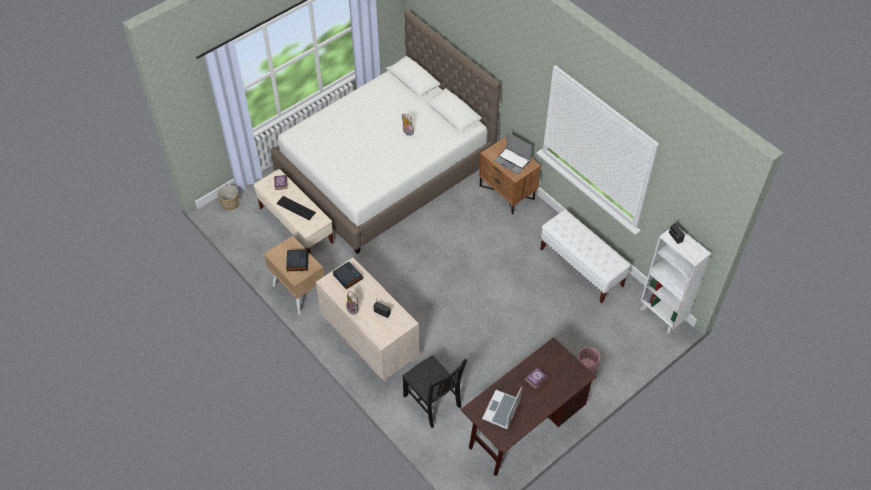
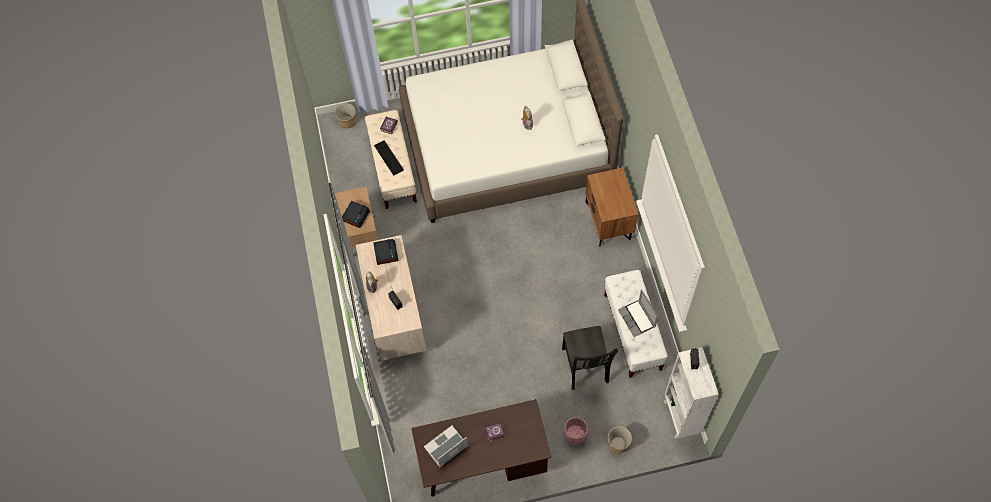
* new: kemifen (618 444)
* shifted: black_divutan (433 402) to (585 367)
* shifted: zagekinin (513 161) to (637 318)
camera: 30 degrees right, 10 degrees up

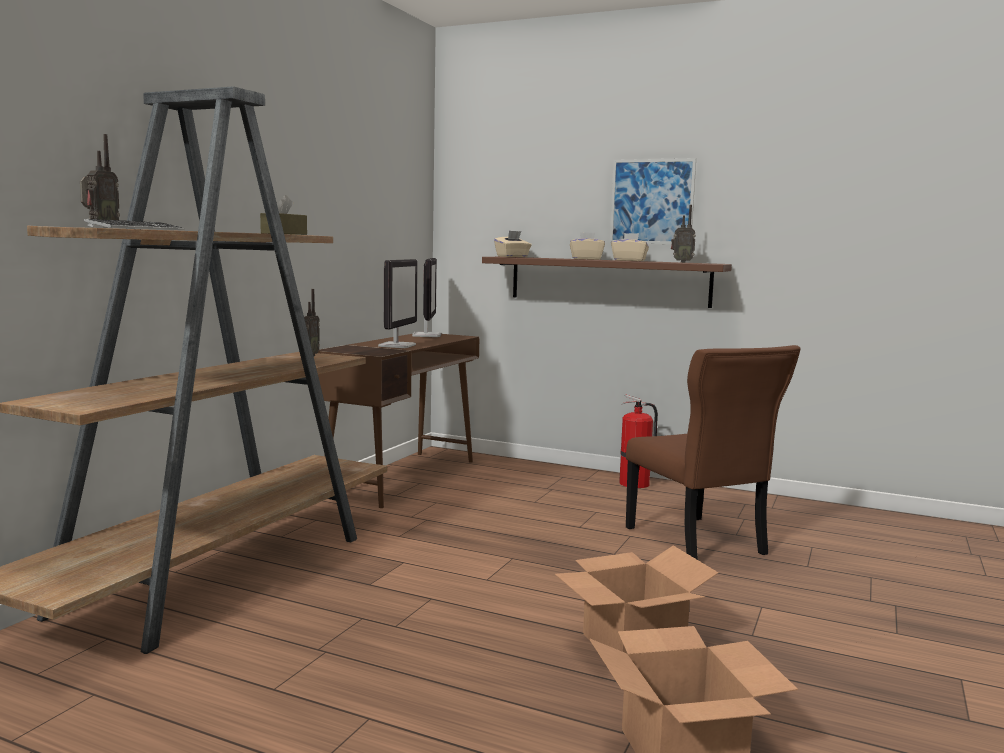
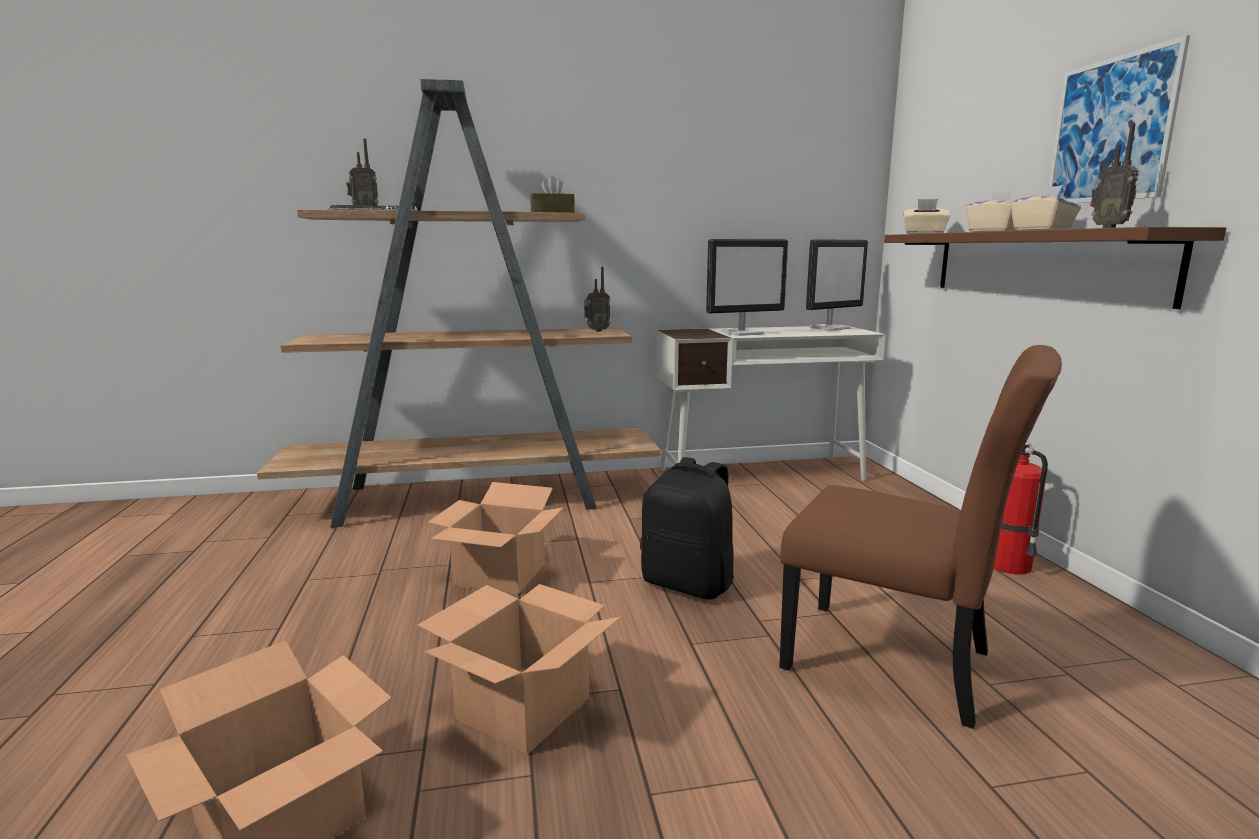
* new: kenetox (501 574)
* new: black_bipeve (689 584)
* repainted: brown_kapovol (403 477) to white_kapovol (761 474)
* rotated: brown_divutan (697 543) = (896 663) 90 degrees counterclockwise
camera: 55 degrees right, 5 degrees up

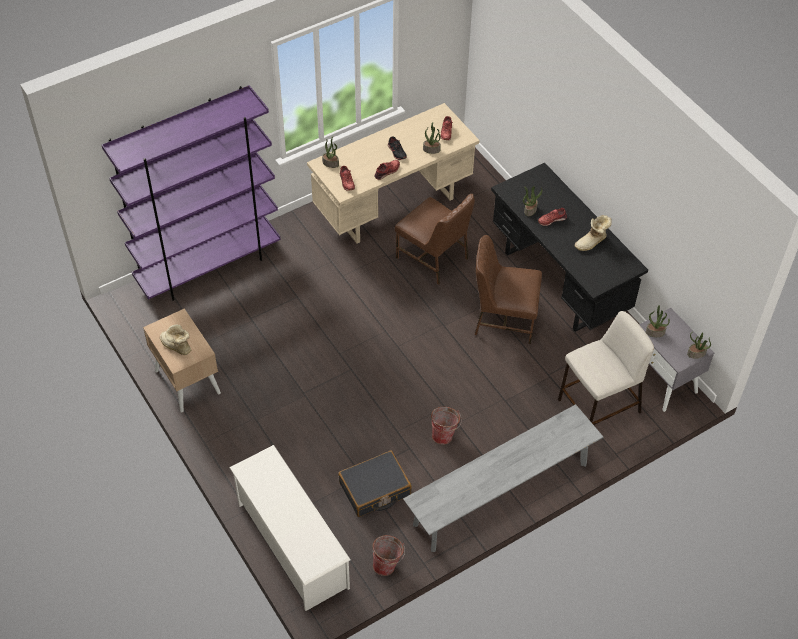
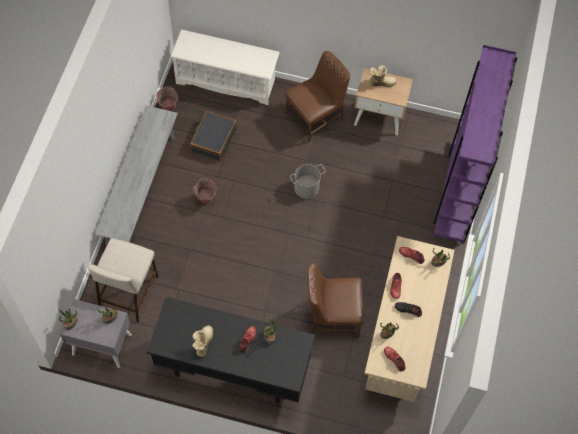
* new: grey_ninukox (306 187)
* shifted: brown_divutan (503 319) to (315 117)
camera: 135 degrees right, 10 degrees up

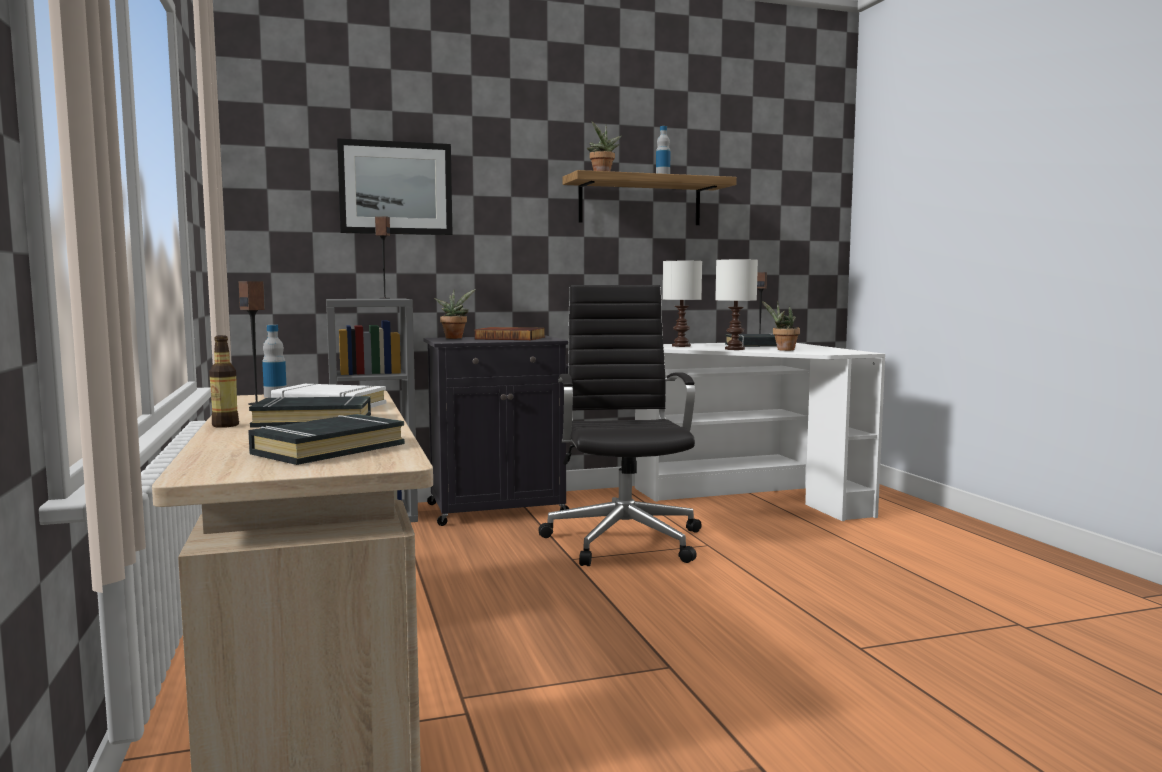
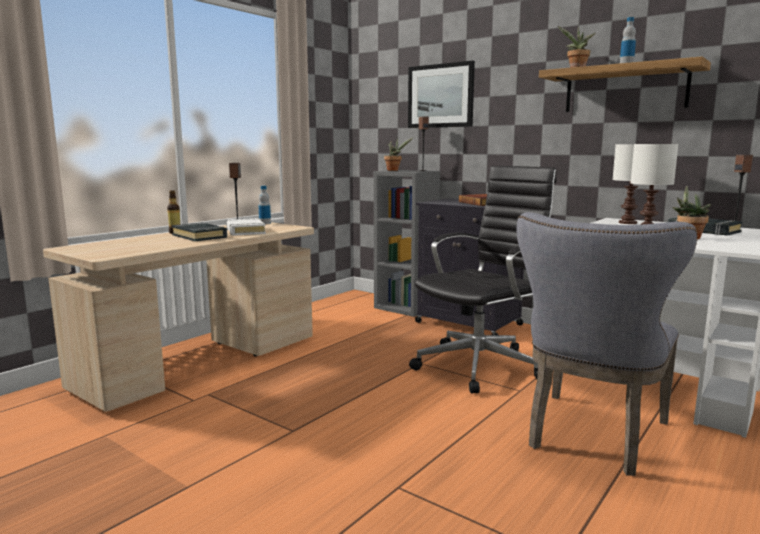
* gone: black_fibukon (328 449)
* new: grey_divutan (592 437)
* shifted: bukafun (454 338) to (394 170)
camera: 55 degrees right, 5 degrees up

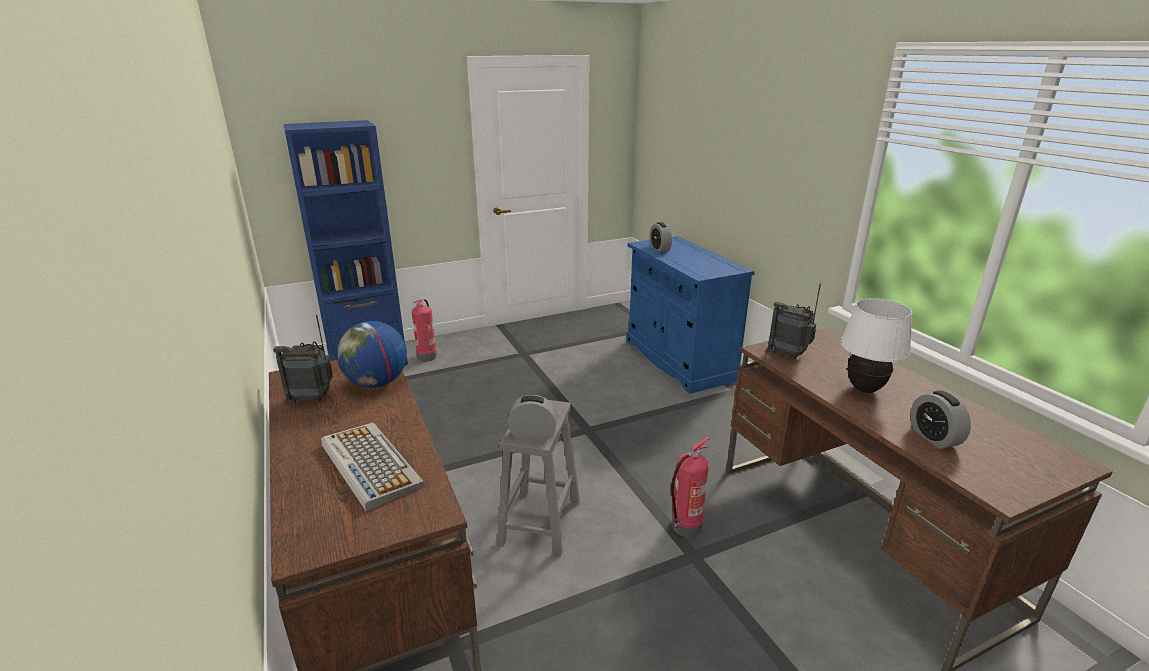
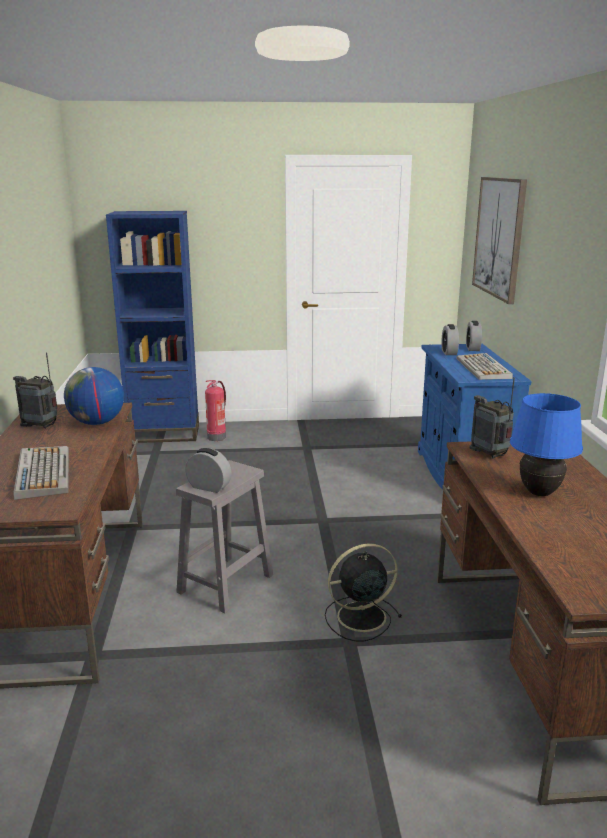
* new: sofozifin (484 368)
* new: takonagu (499 237)
* shifted: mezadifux (934 437) to (472 348)
* swapped: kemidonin (686 527) to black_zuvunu (359 617)
* repainted: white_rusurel (864 389) to blue_rusurel (539 493)
camera: 20 degrees right, 5 degrees down

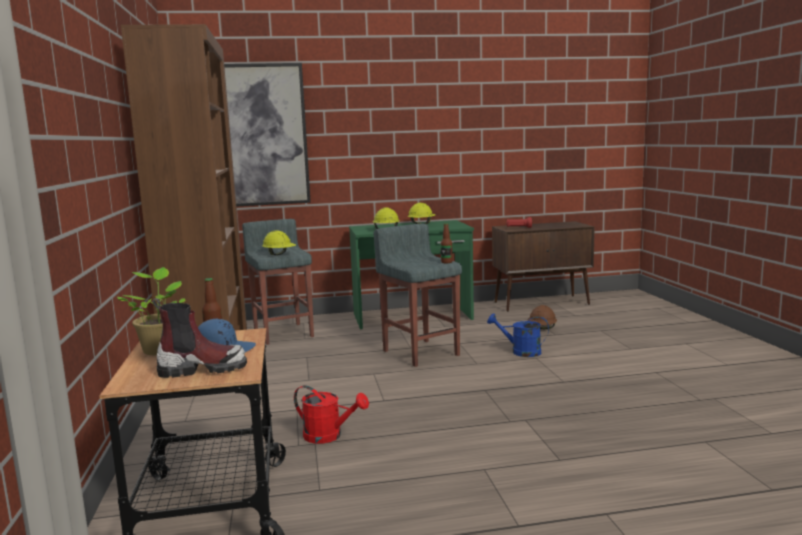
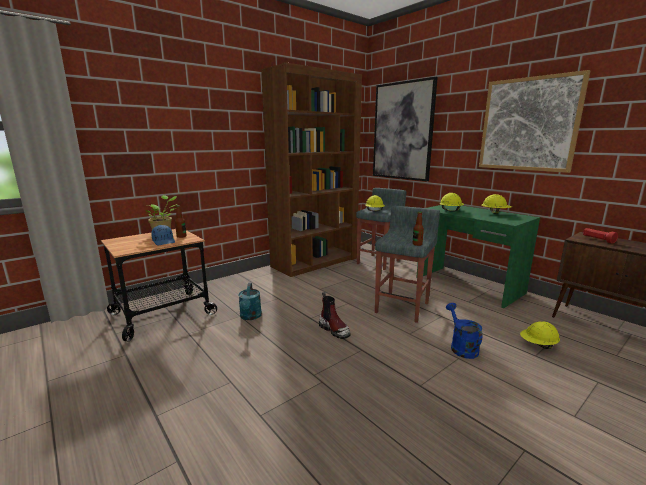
* new: takonagu (528 124)
* shifted: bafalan (202 369) to (334 330)
* repainted: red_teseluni (329 436) to turquoise_teseluni (250 317)
* repainted: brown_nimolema (542 329) to yellow_nimolema (538 345)
camera: 60 degrees right, 5 degrees up

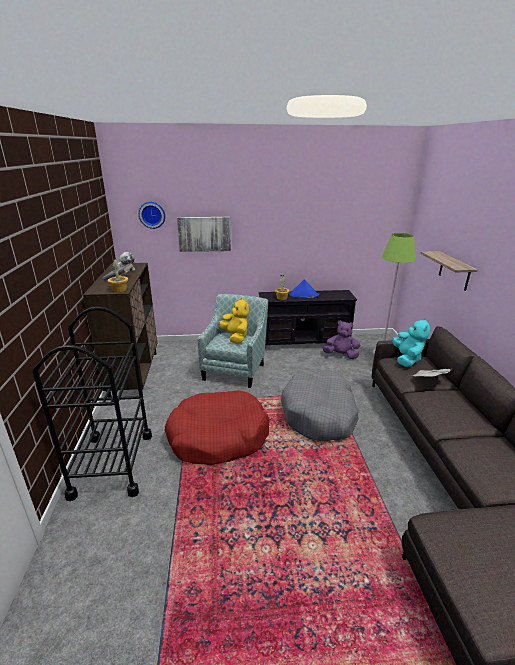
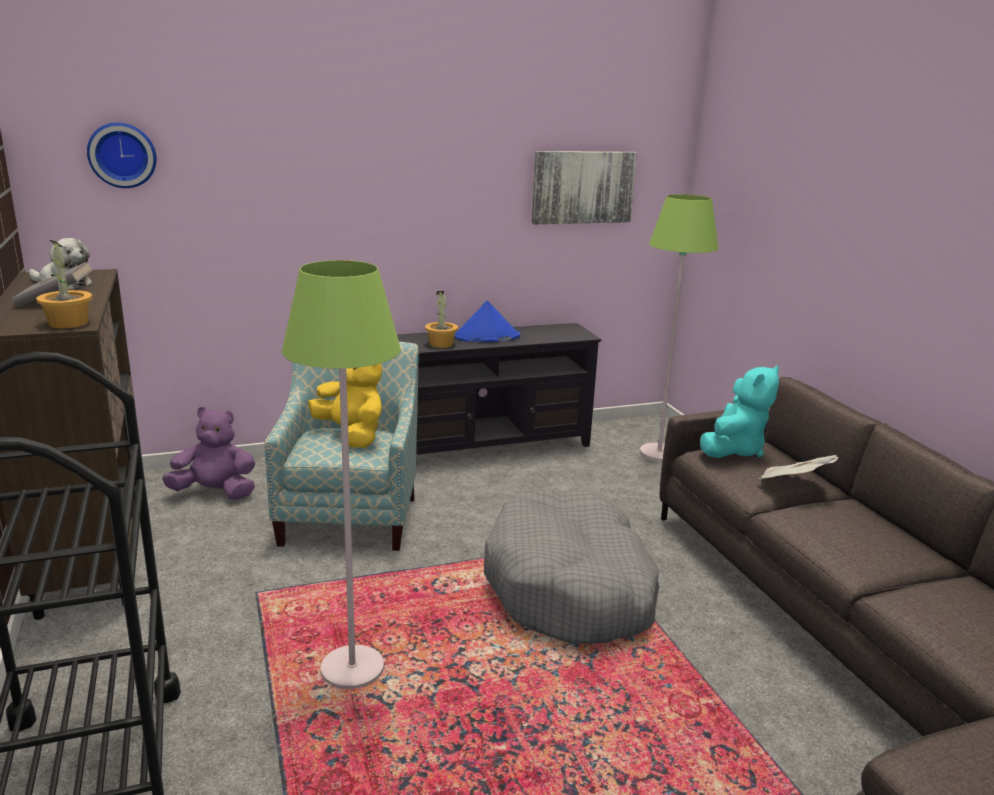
* gone: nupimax (454 271)
* shifted: takonagu (204 234) to (583 187)
* shifted: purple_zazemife (341 355) to (215 493)
* swapped: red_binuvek (218 436) to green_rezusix (352 669)
* rotated: turquoise_zazemife (406 359) = (734 449) 45 degrees clockwise
camera: 15 degrees left, 5 degrees down

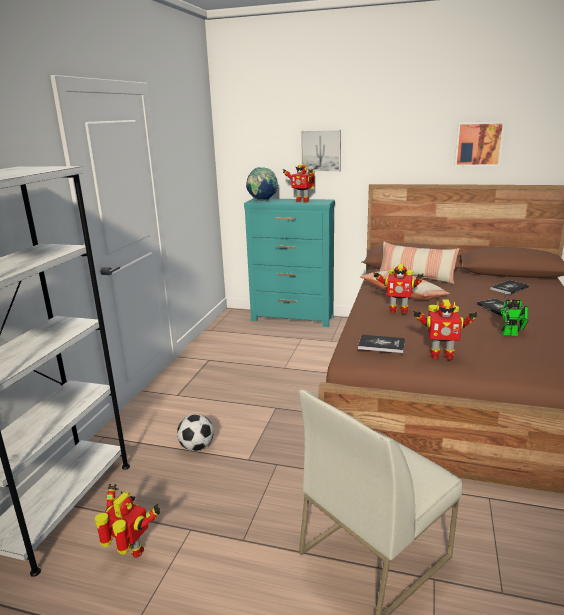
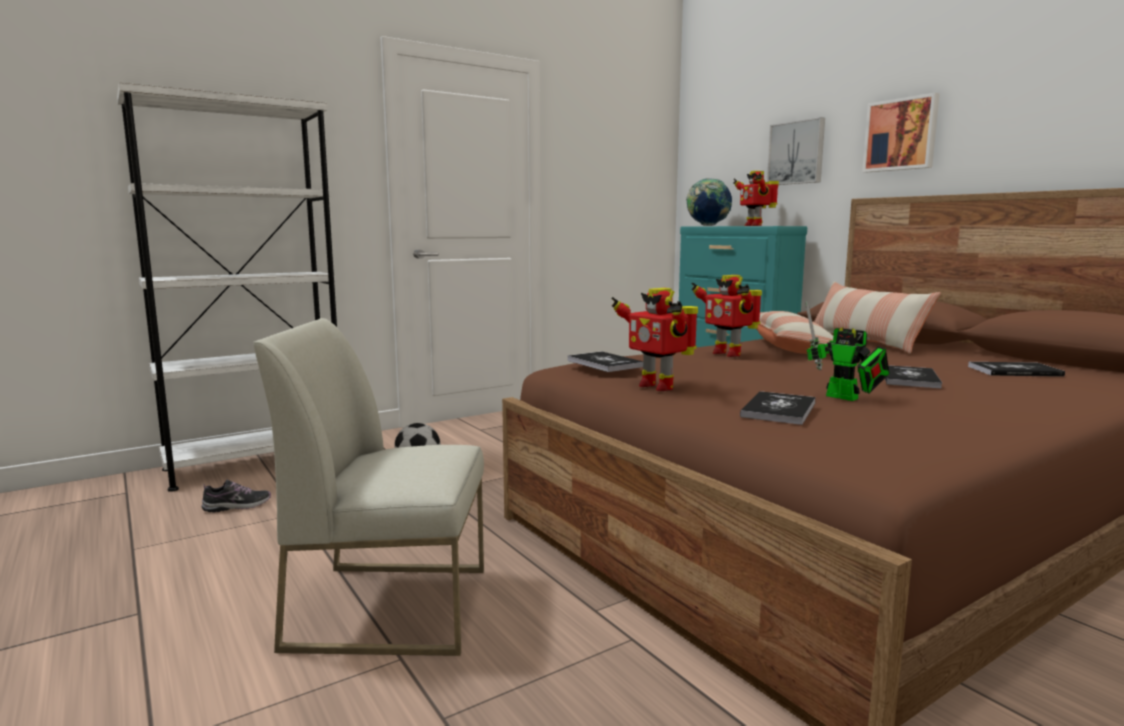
* new: fibukon (778 410)
* shifted: takonagu (478 144) to (901 134)
* swapped: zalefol (131 552) to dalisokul (237 506)
camera: 40 degrees right, 10 degrees down

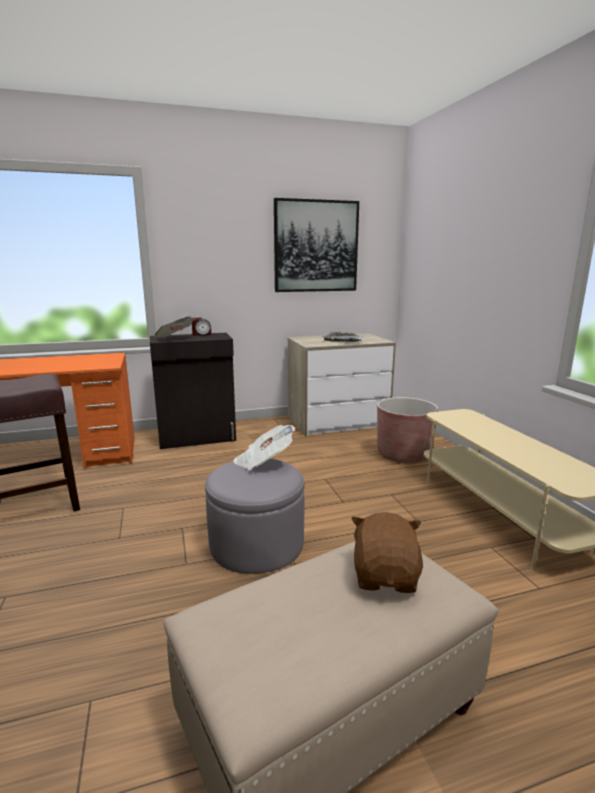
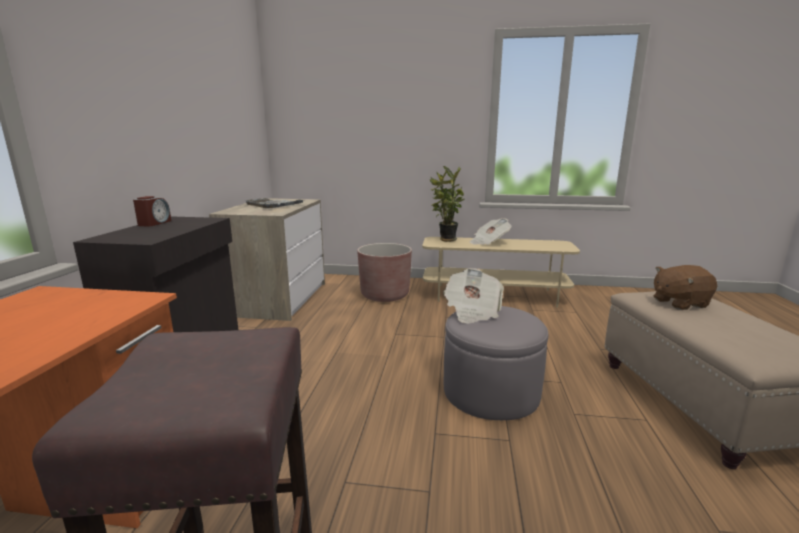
* gone: takonagu (316 246)
* new: bukafun (446 240)
* shifted: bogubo (174 339) to (489 242)
* rotated: brown_zazemife (386 576) = (679 303) 45 degrees counterclockwise
camera: 65 degrees left, 0 degrees up

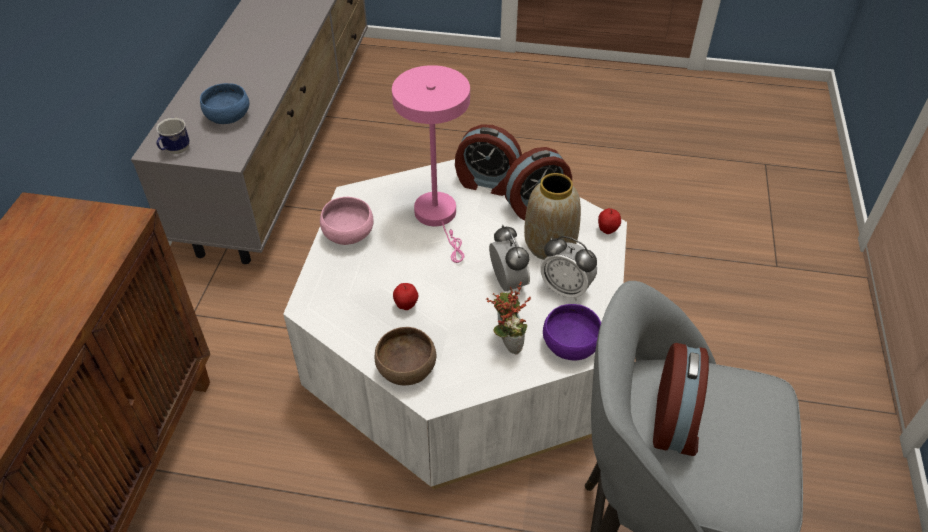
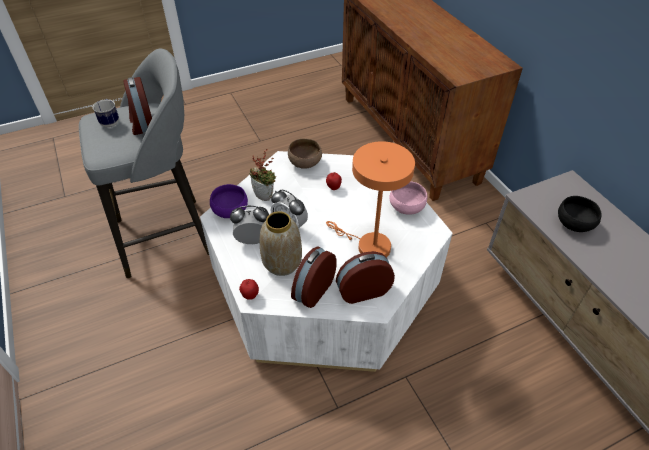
* shifted: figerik (175 151) to (110 122)
* repainted: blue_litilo (227 117) to black_litilo (574 224)
* repainted: pink_rusurel (438 217) to orange_rusurel (368 246)
camera: 145 degrees right, 0 degrees up

